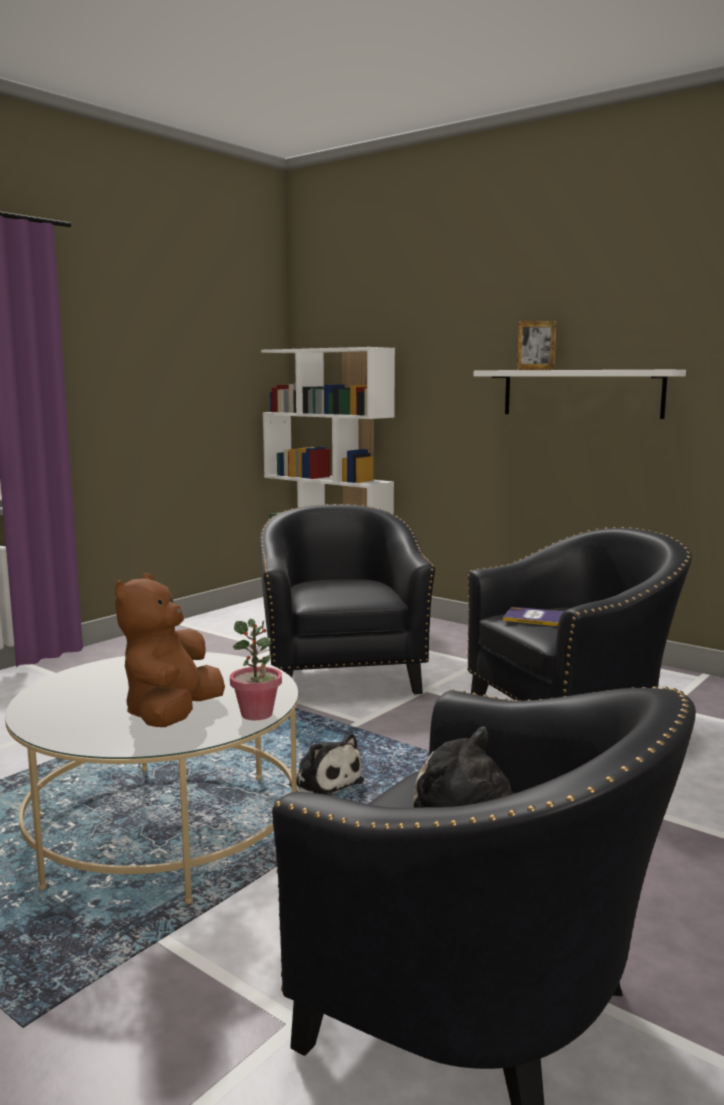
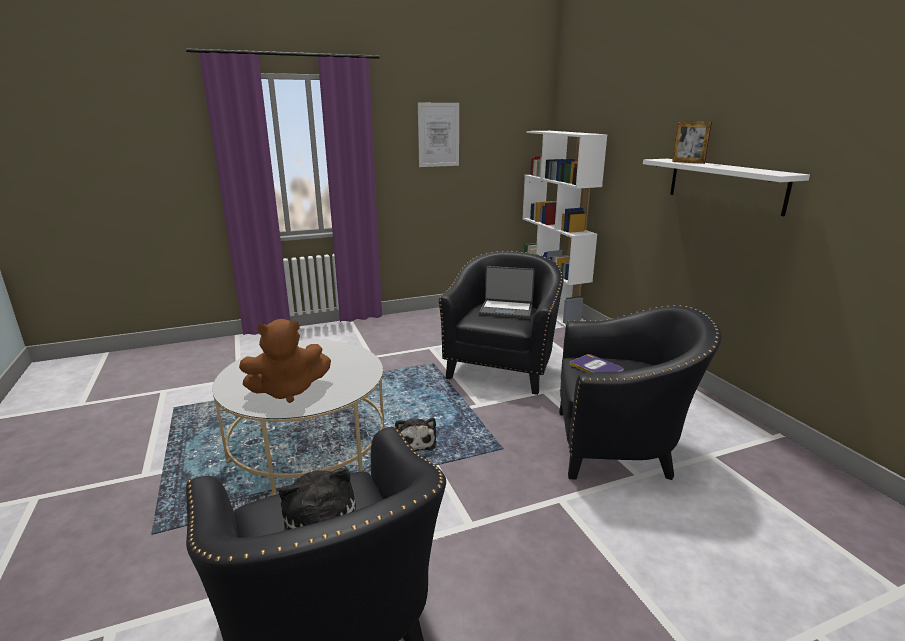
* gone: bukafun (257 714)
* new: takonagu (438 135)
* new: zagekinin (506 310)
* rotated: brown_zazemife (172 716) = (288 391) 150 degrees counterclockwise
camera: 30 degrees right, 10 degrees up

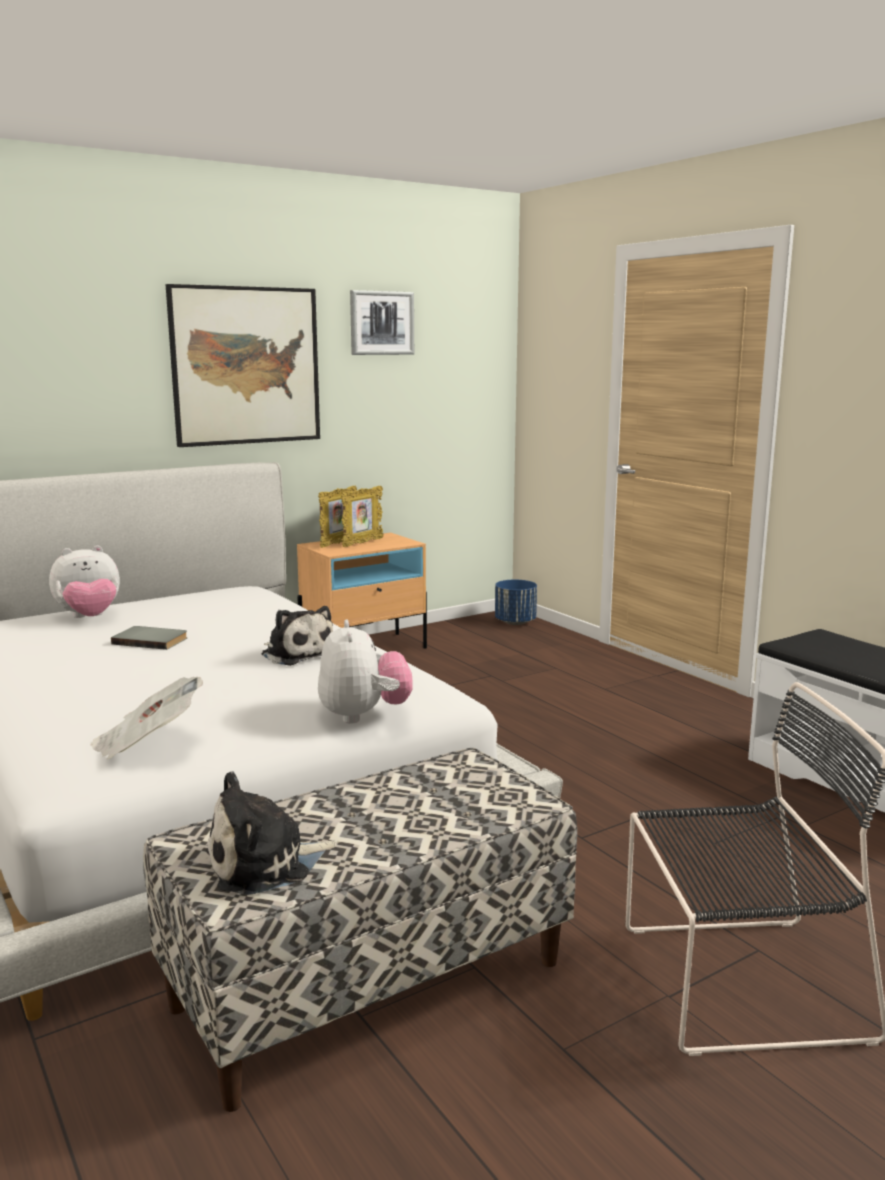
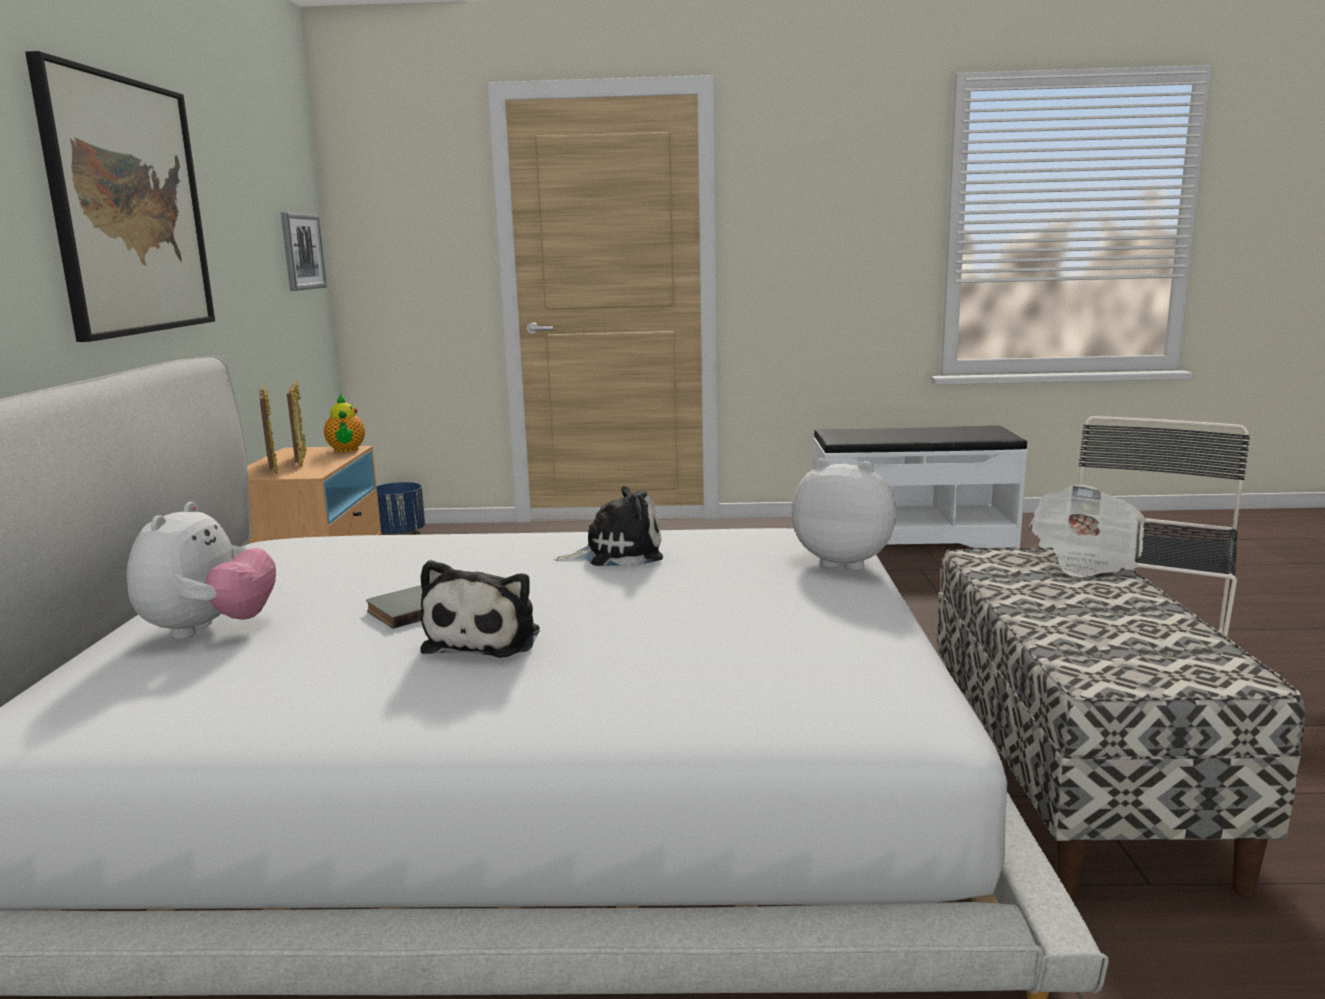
* new: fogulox (346 450)
* shifted: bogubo (147 744) to (1084 560)
* shifted: zazemife (265 864) to (486 639)
* shifted: takonagu (381 323) to (302 251)
camera: 55 degrees left, 0 degrees up

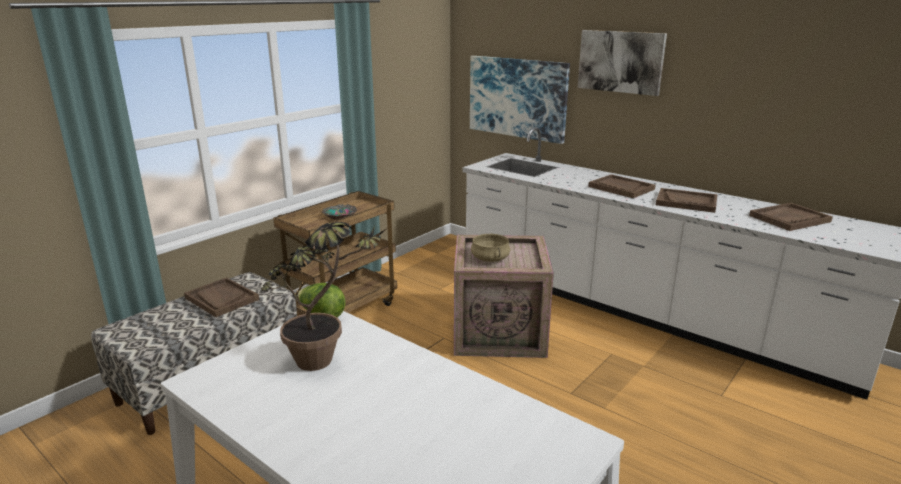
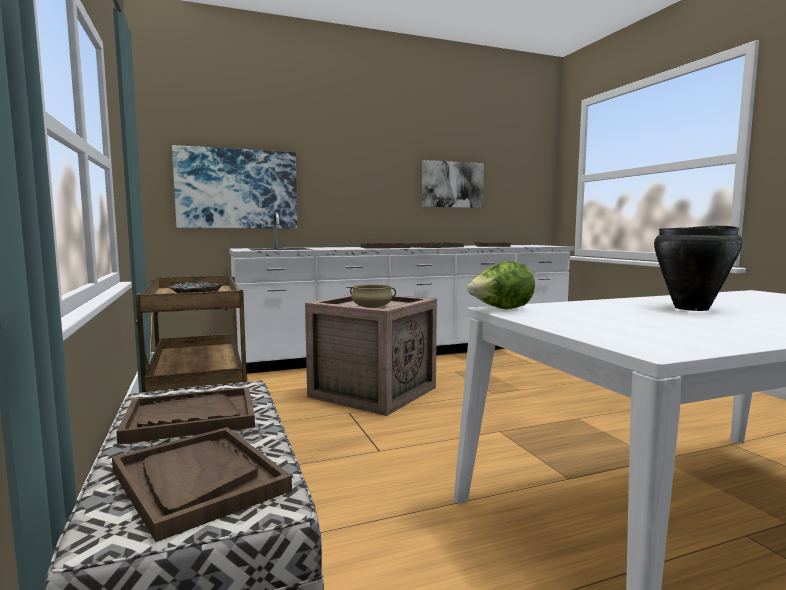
* gone: bukafun (327 361)
* new: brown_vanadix (198 480)
* new: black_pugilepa (692 308)
* shifted: takonagu (620 61) to (452 184)
camera: 60 degrees left, 15 degrees down

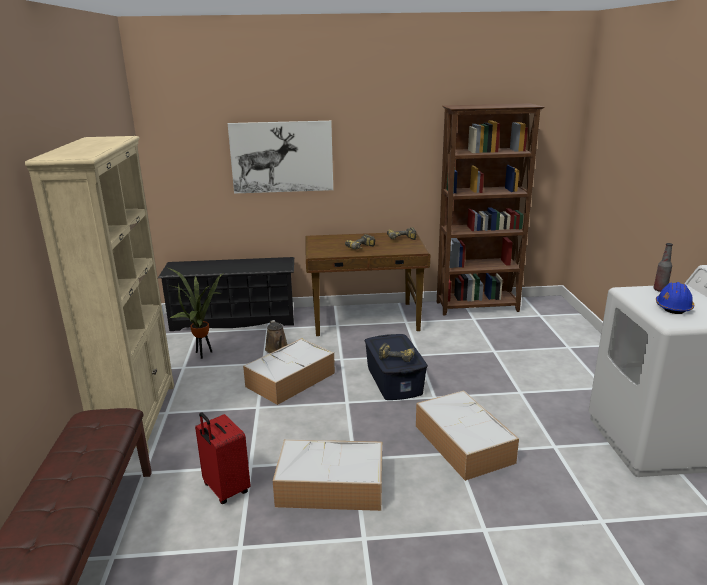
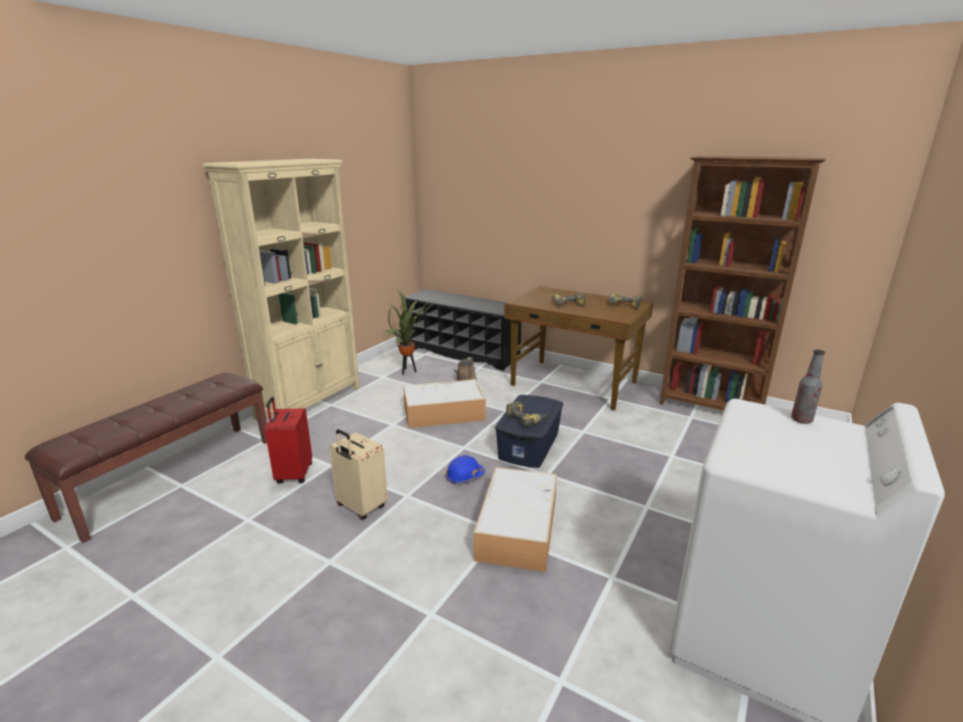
* gone: takonagu (282 157)
* shifted: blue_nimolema (673 307) to (464 476)
* swapped: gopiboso (329 486) to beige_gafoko (360 507)
camera: 35 degrees right, 0 degrees up

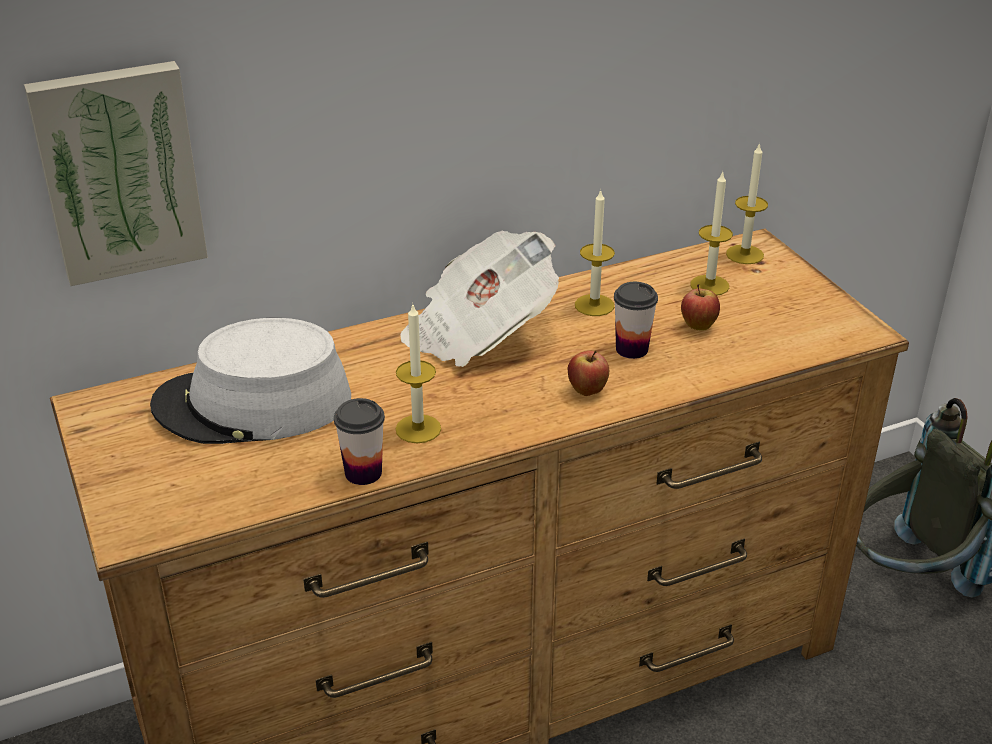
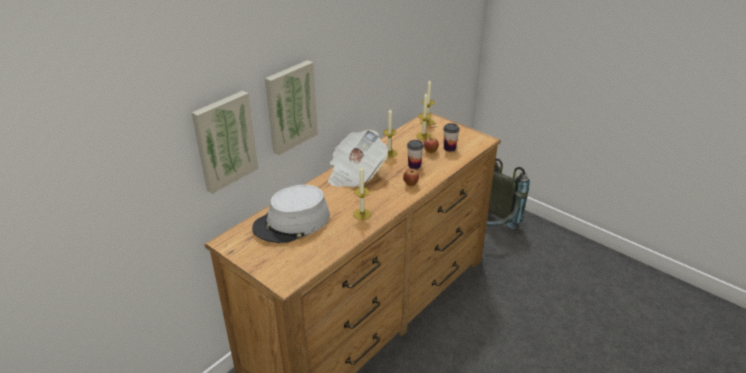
* new: takonagu (290 106)
* shifted: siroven (363 473) to (449 148)
camera: 25 degrees left, 0 degrees up

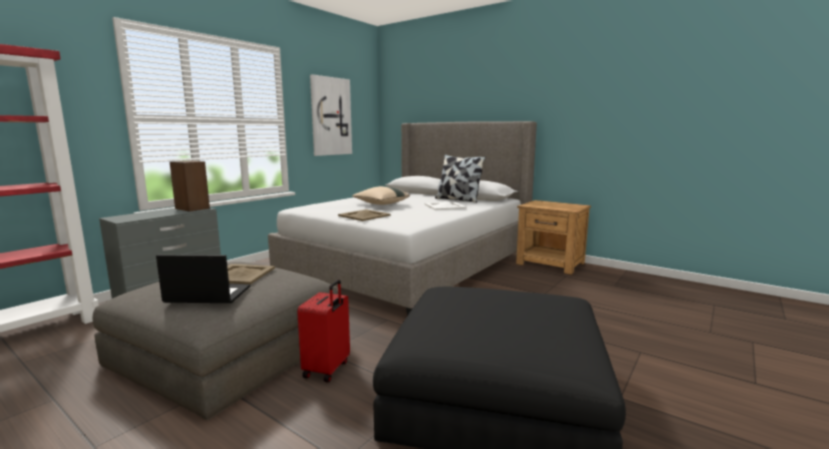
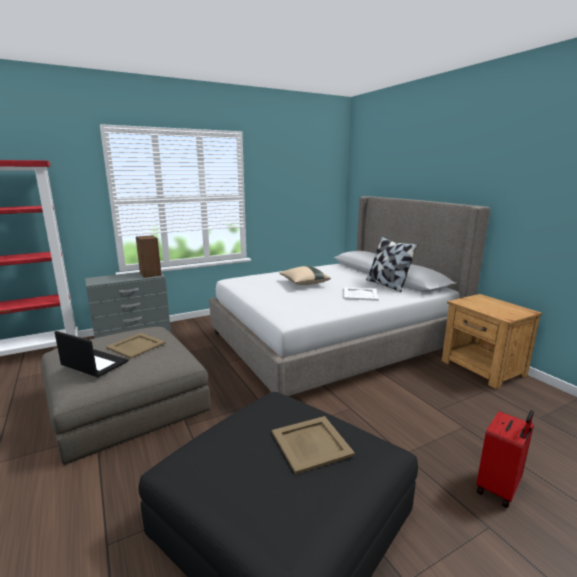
* gone: takonagu (330 116)
* shifted: red_gafoko (327 369) to (499 489)
* shifted: beige_vanadix (364 215) to (311 444)
camera: 25 degrees right, 5 degrees up

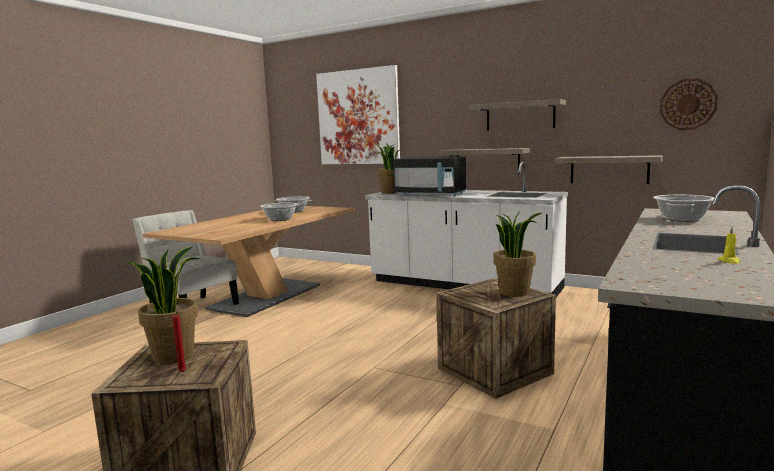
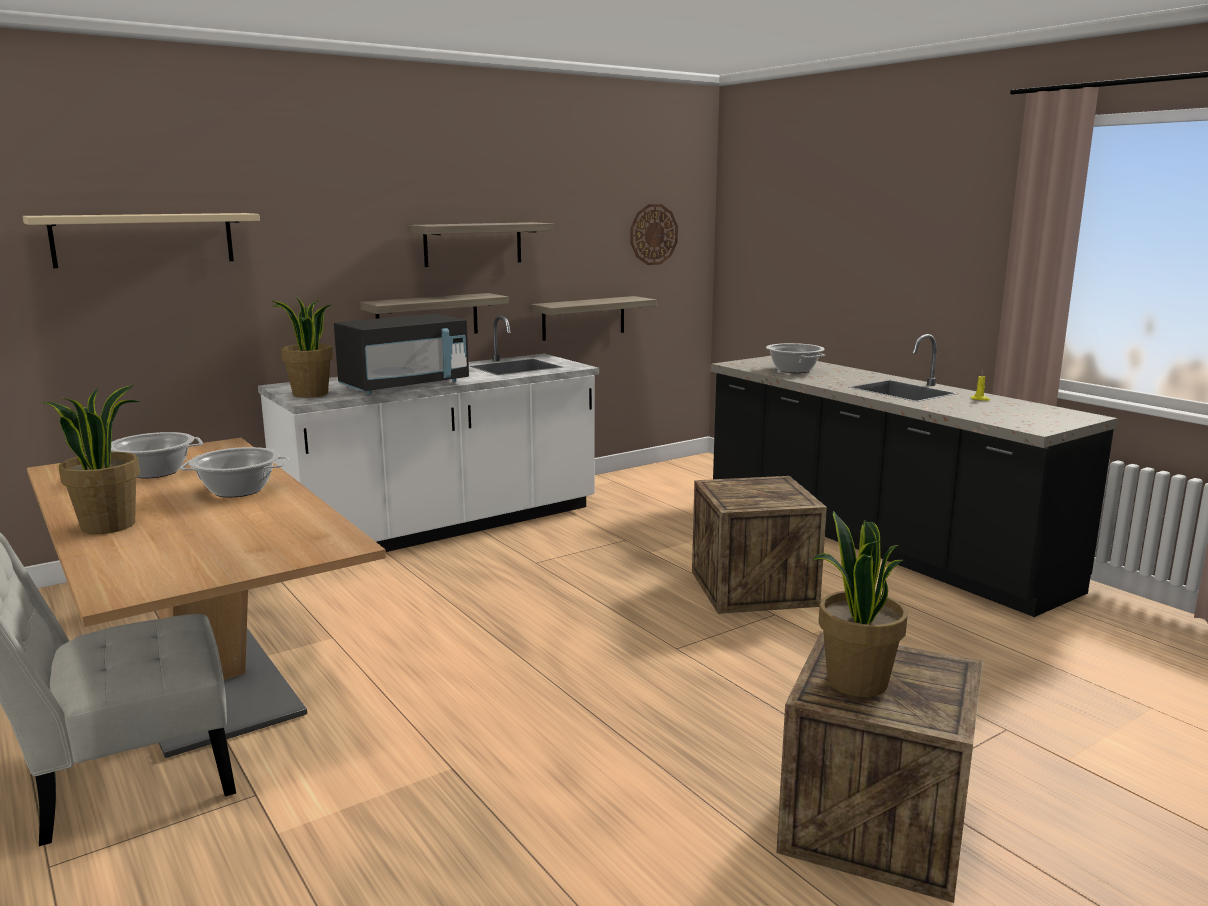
* gone: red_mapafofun (182 373)
* shifted: bukafun (514 292) to (109 525)
* swapped: takonagu (358 117) to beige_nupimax (144 239)
camera: 65 degrees left, 5 degrees up

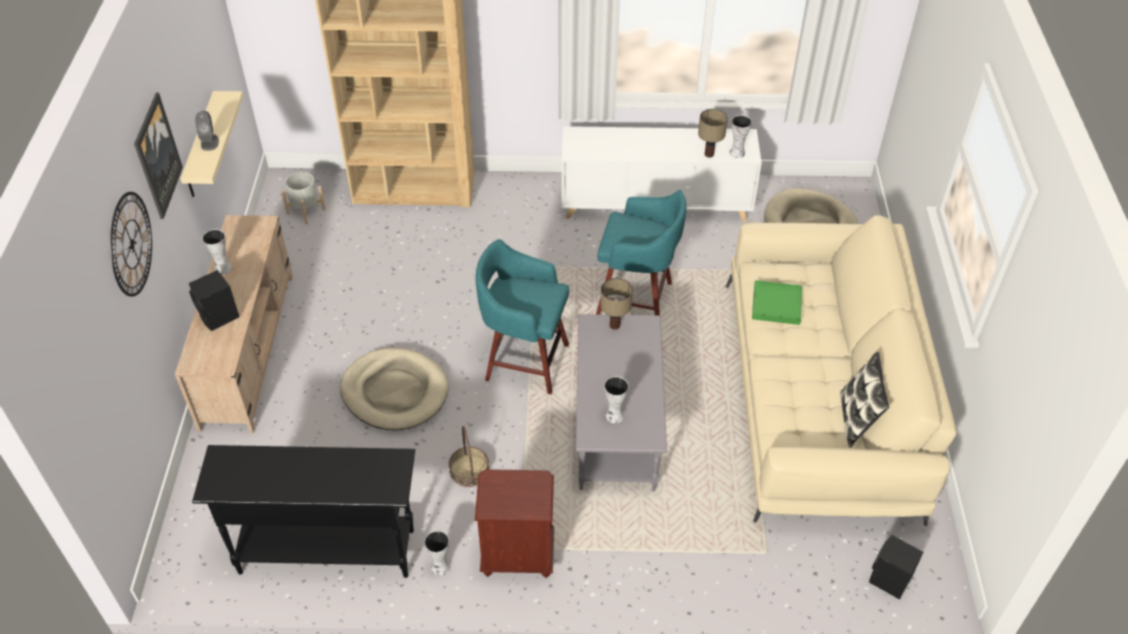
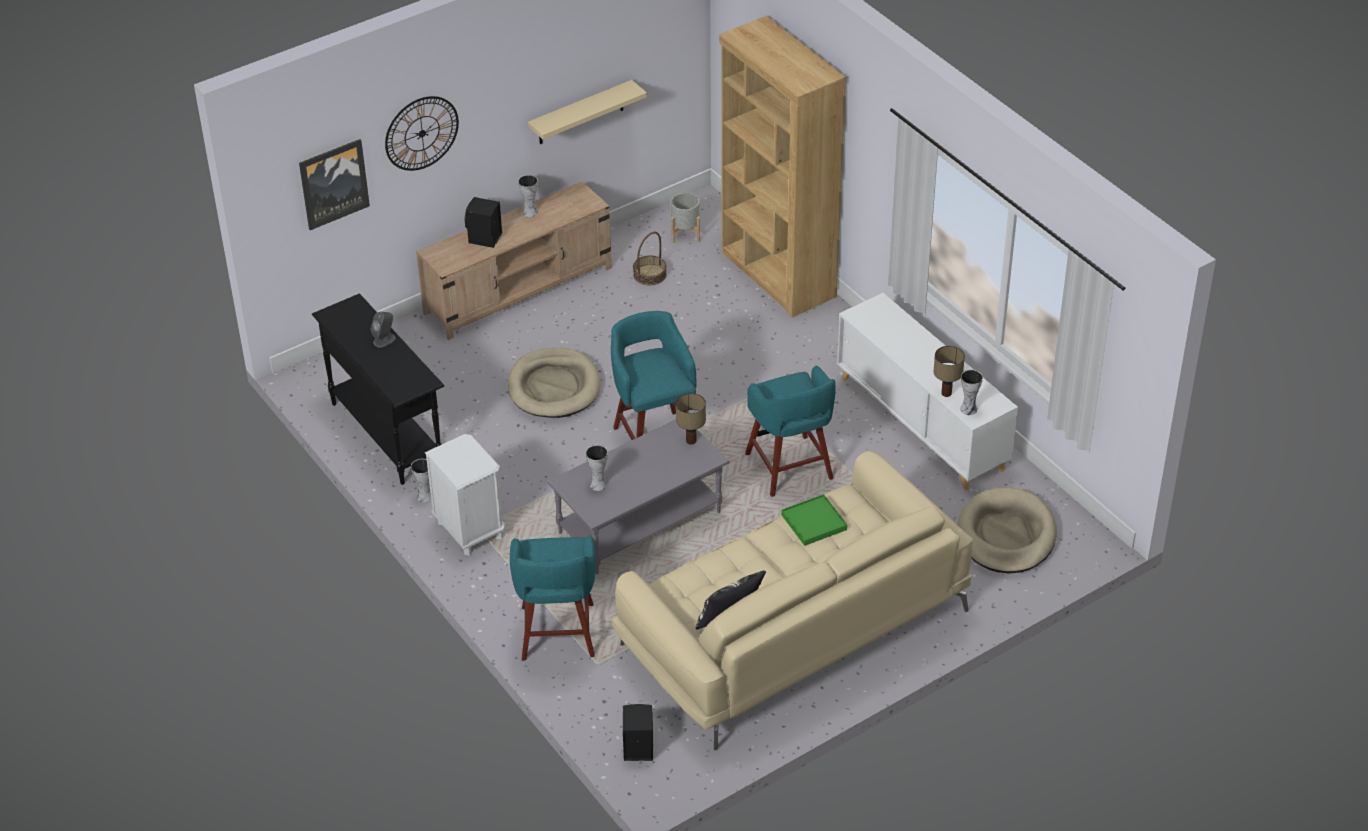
* new: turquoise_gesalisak (557 634)
* shifted: takonagu (156 156) to (333 183)
* shifted: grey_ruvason (209 142) to (384 340)
* shifted: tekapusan (469 470) to (649 274)
* repainted: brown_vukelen (517 555) to white_vukelen (470 530)
camera: 55 degrees right, 5 degrees down

